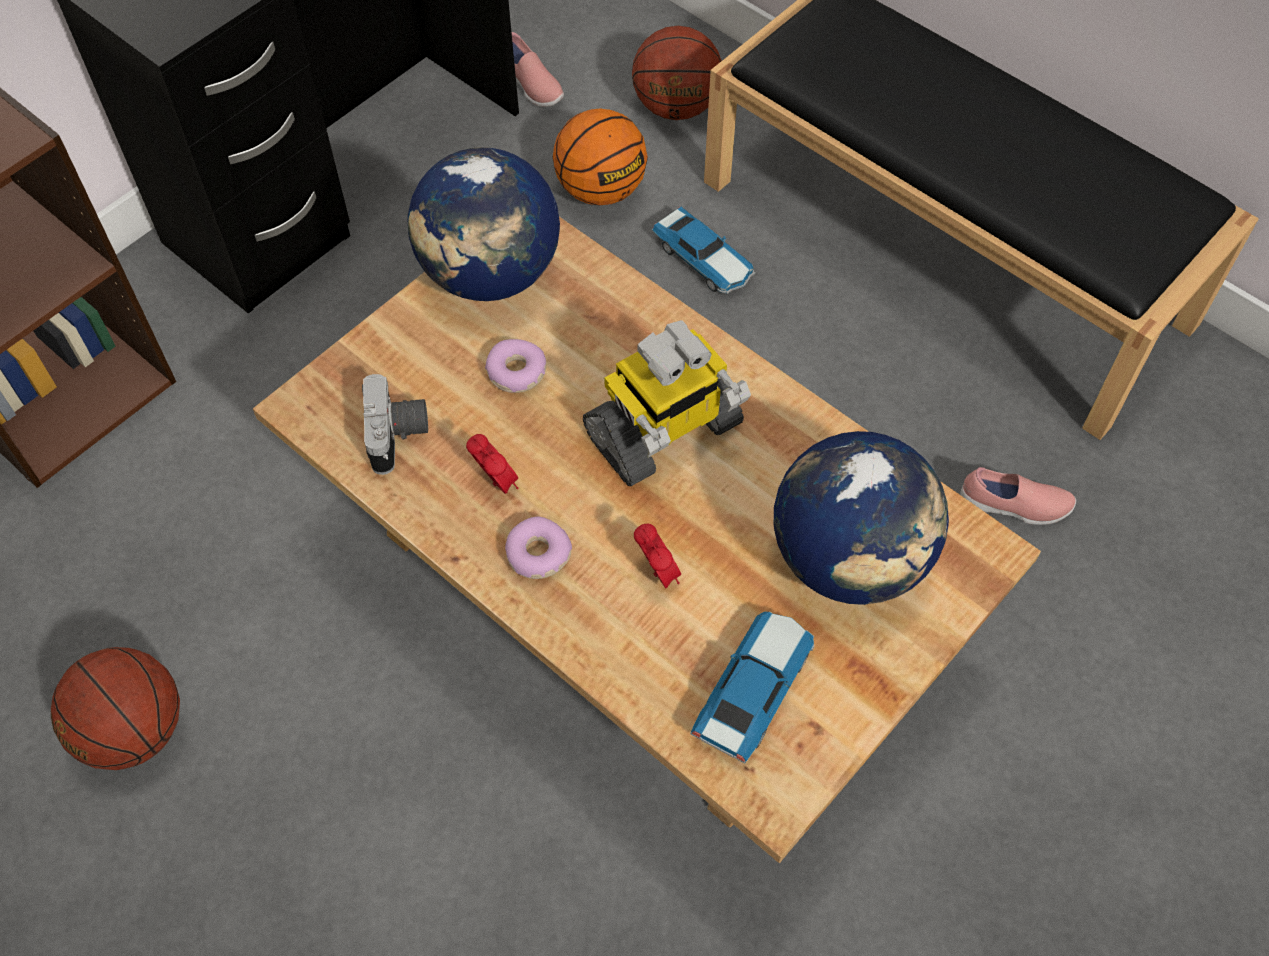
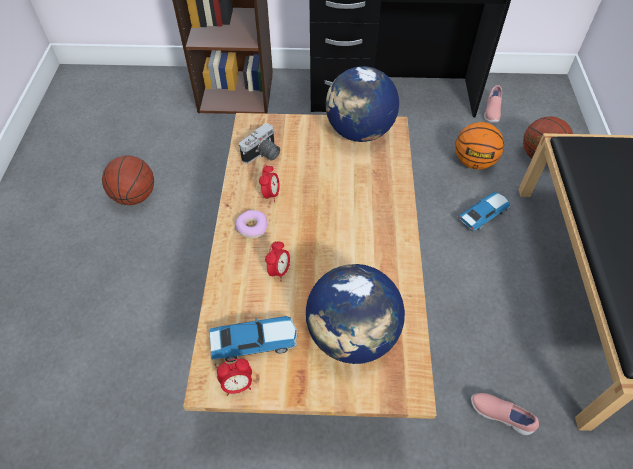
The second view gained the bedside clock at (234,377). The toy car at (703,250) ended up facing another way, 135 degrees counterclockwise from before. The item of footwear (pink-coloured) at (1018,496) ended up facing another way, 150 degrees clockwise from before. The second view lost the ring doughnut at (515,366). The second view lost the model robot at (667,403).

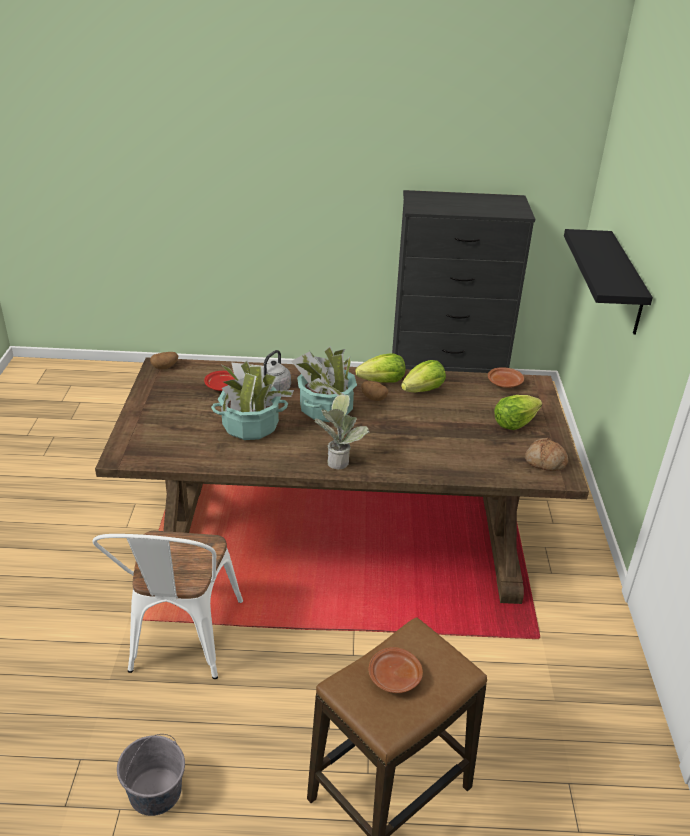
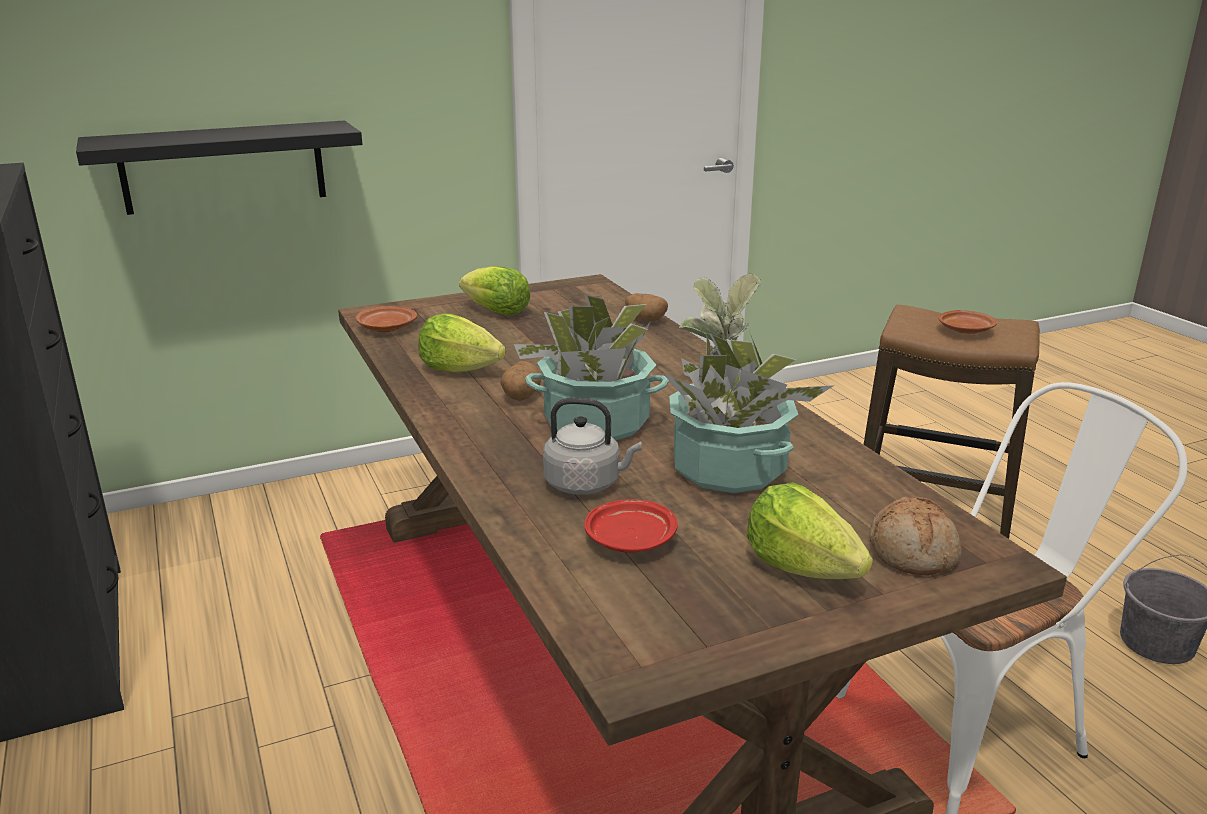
The spud ended up elsewhere, having gone from (164,360) to (646,307). The head of lettuce ended up elsewhere, having gone from (380,368) to (809,531). The bakery bread ended up elsewhere, having gone from (546,454) to (915,536).

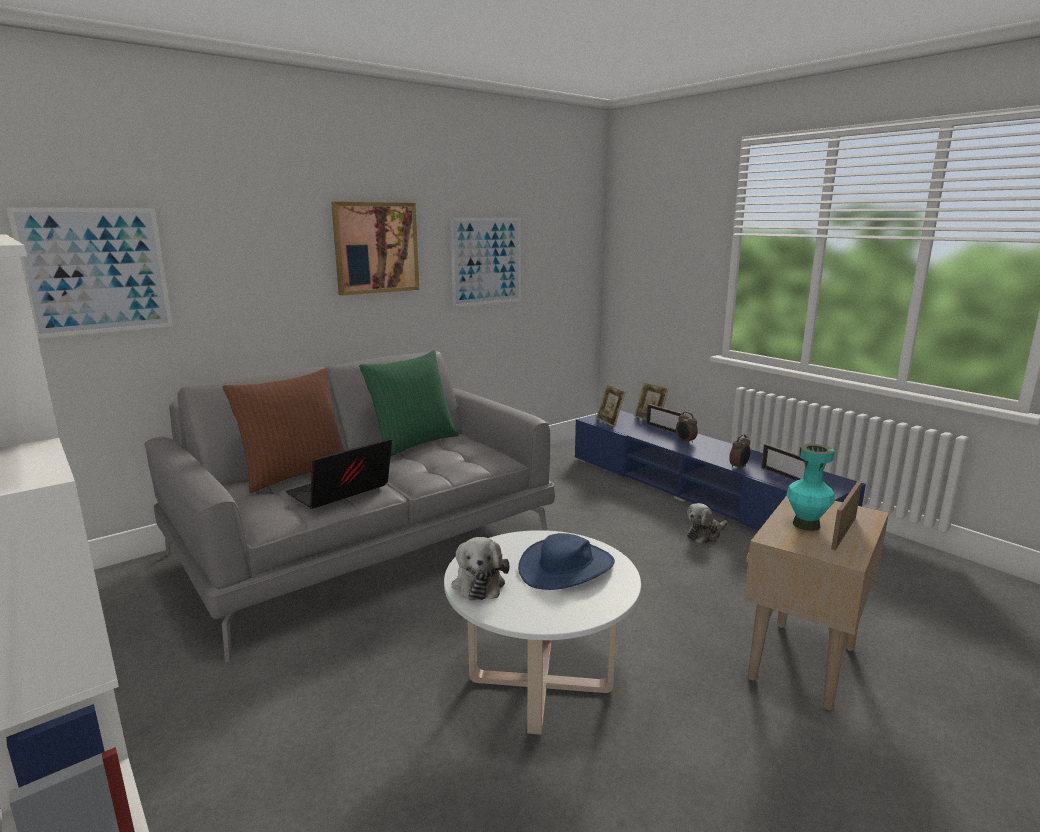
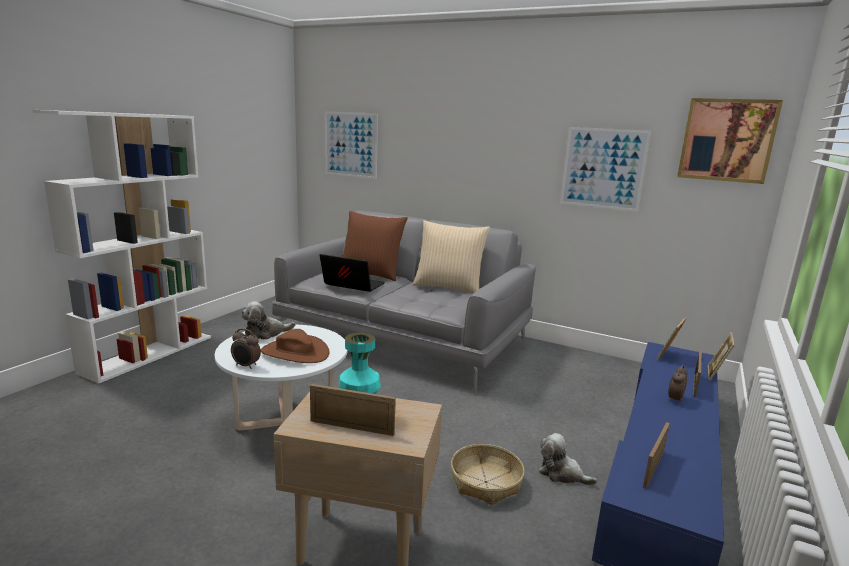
The bedside clock ended up elsewhere, having gone from (739,452) to (246,348). What was the wearable hat (blue) at (566,561) turned into the wearable hat (brownish) at (295,346). What was the cushion (greenish) at (409,403) turned into the cushion (sand-coloured) at (451,256). The second view gained the household basket at (487,474). The wall picture ended up elsewhere, having gone from (375,249) to (730,141).

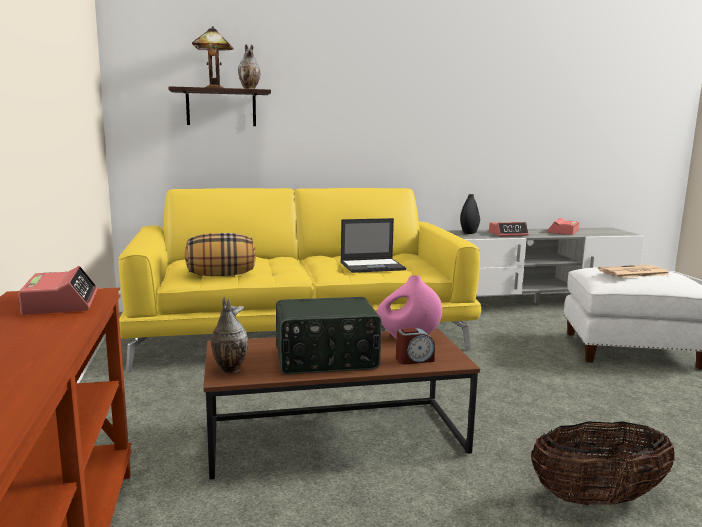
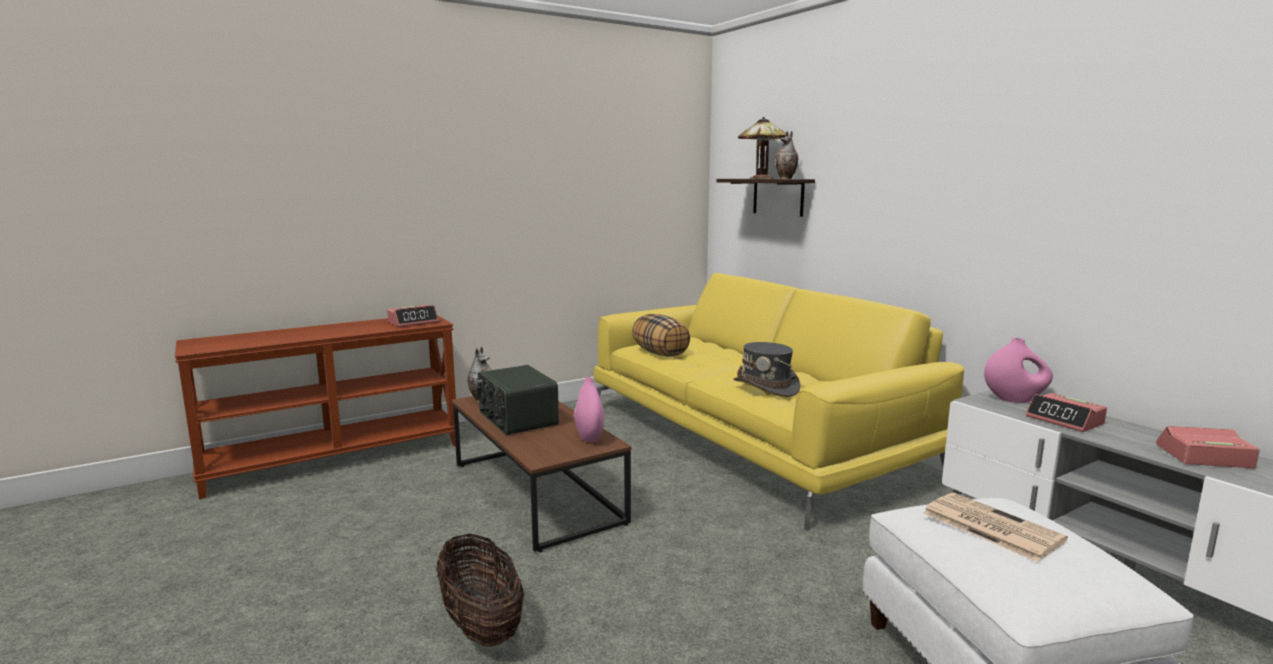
Where the notebook computer stood at (373,245), the wearable hat (gray) came to stand at (767,369). What was the flower vase (black-coloured) at (470,214) turned into the flower vase (pink-coloured) at (1018,370). The second view lost the bedside clock at (415,346).

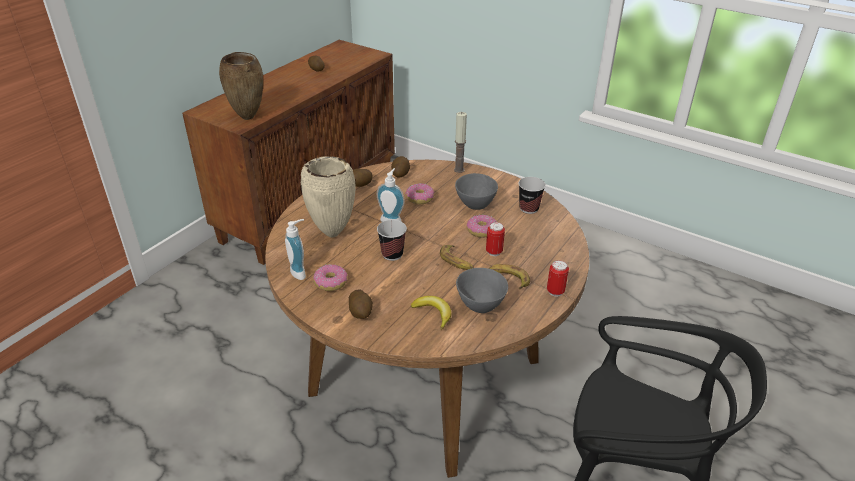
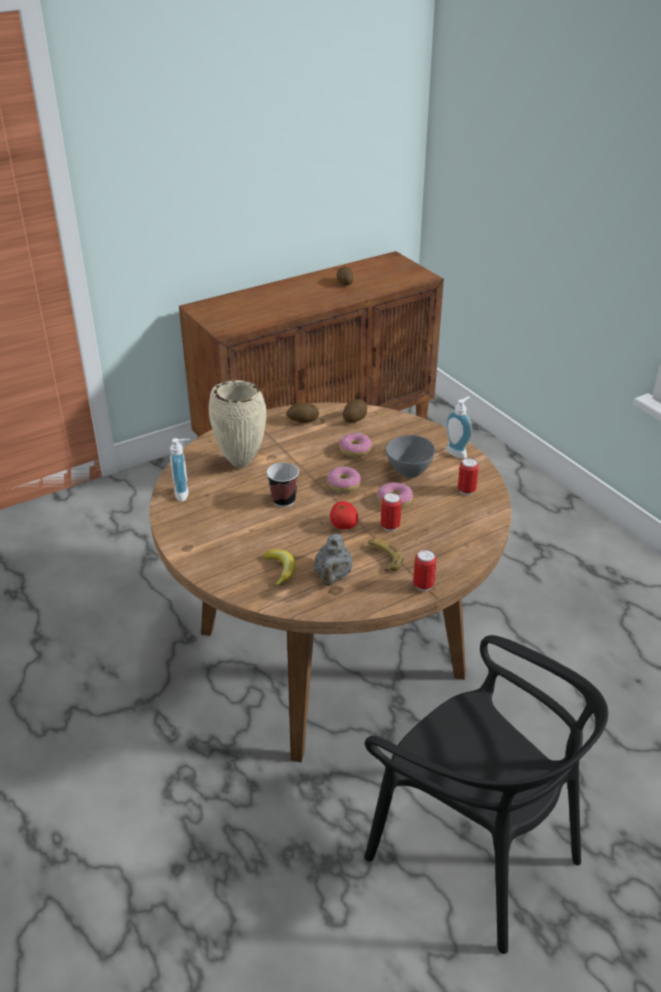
Where the serving bowl (gray) stood at (482,290), the pot for tea (gray) came to stand at (333,559). The ring doughnut ended up elsewhere, having gone from (330,277) to (344,479). Where the whole banana stood at (457,257), the fresh tomato came to stand at (344,515). The liquid soap bottle ended up elsewhere, having gone from (391,195) to (459,427). Where the cup stood at (532,195), the can came to stand at (468,476). The second view lost the flower vase (brownish) at (241,86). The second view lost the spud at (361,304). The second view lost the wax light at (460,142).

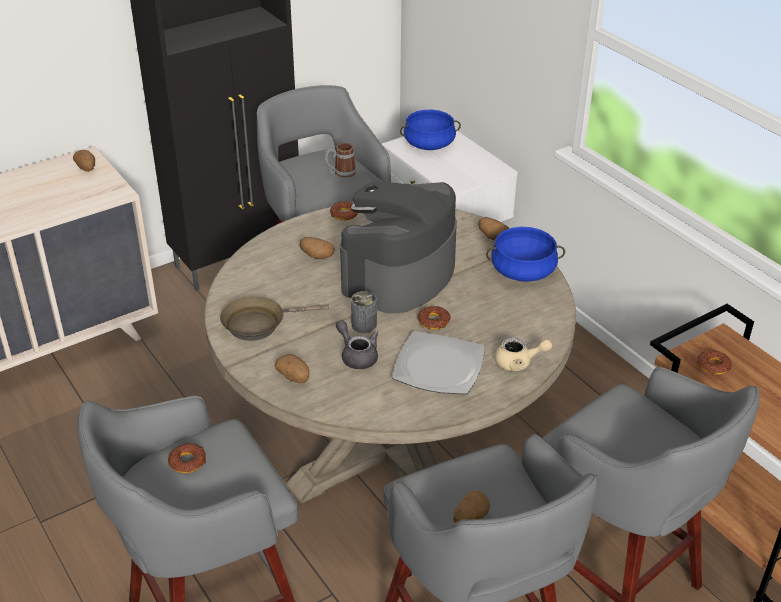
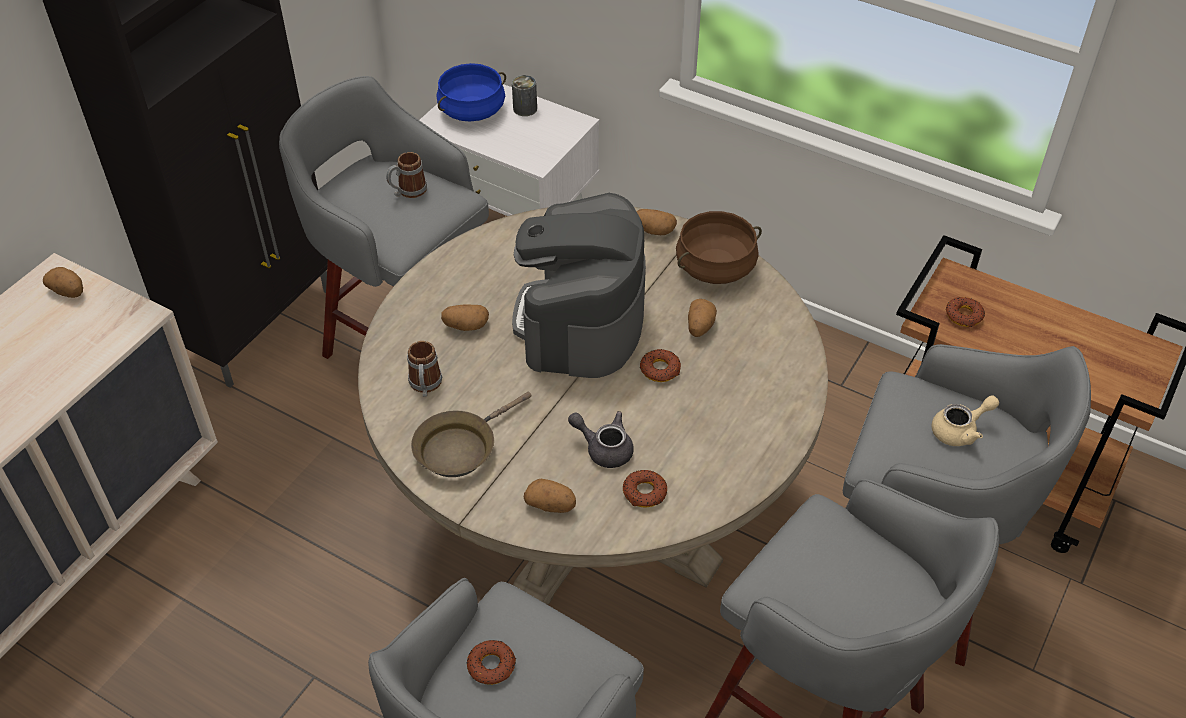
The second view gained the mug at (424,369). The can ended up elsewhere, having gone from (364,312) to (524,95). The ring doughnut ended up elsewhere, having gone from (344,210) to (645,488). What was the stockpot (blue) at (525,254) turned into the stockpot (brownish) at (719,247). The spud ended up elsewhere, having gone from (472,506) to (702,318). The pot for tea (sand-coloured) ended up elsewhere, having gone from (523,354) to (965,420). The second view lost the plate at (438,363).

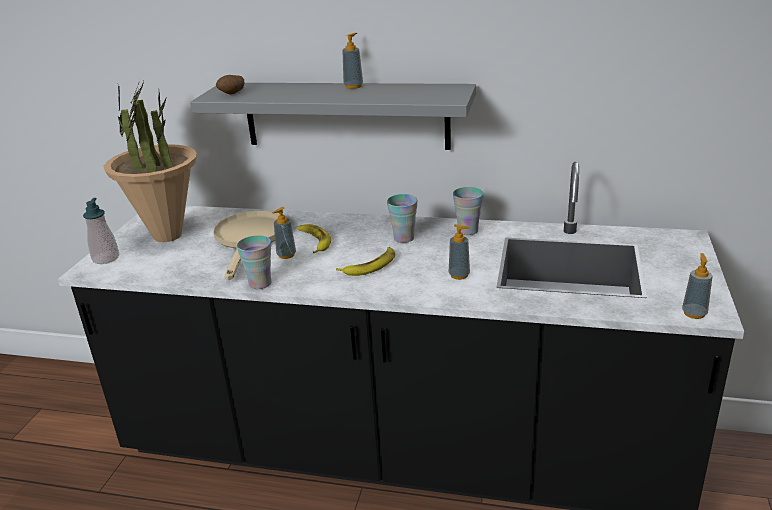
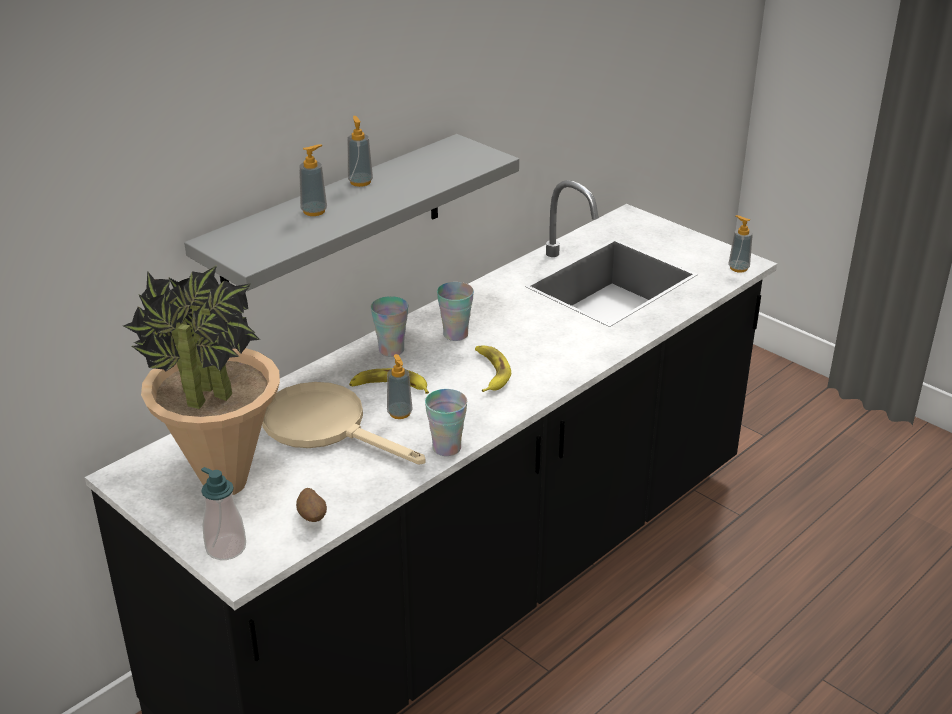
The spud ended up elsewhere, having gone from (230,84) to (311,505). The liquid soap bottle ended up elsewhere, having gone from (459,252) to (313,180). The cup ended up elsewhere, having gone from (468,211) to (389,326).

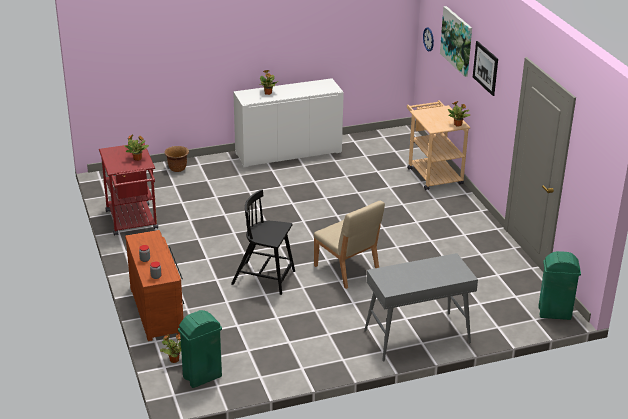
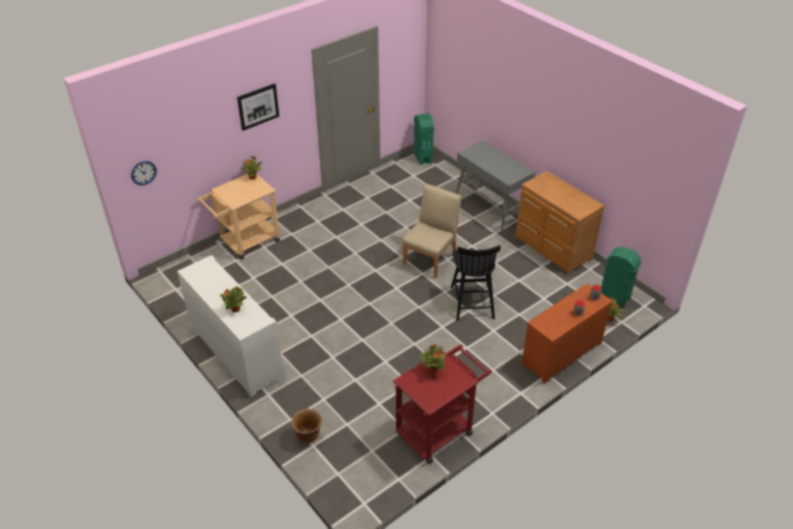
The second view gained the dresser (brownish) at (560,222). The second view lost the wall picture at (456,41).

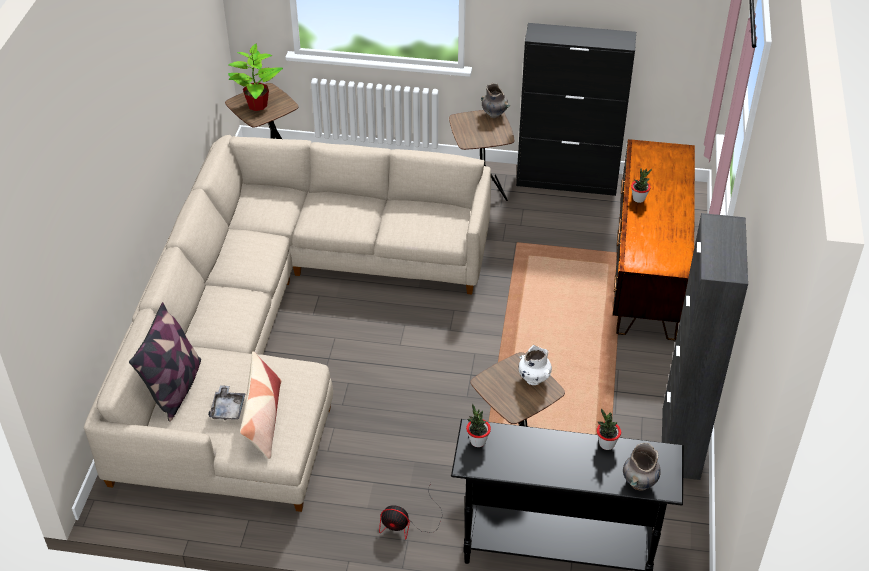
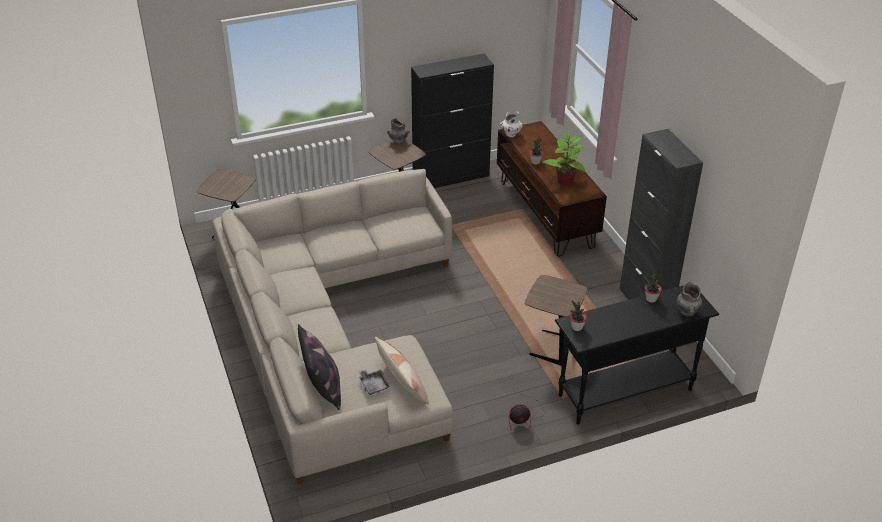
The flower vase (white) ended up elsewhere, having gone from (535,365) to (511,124). The houseplant ended up elsewhere, having gone from (255,77) to (563,158).

